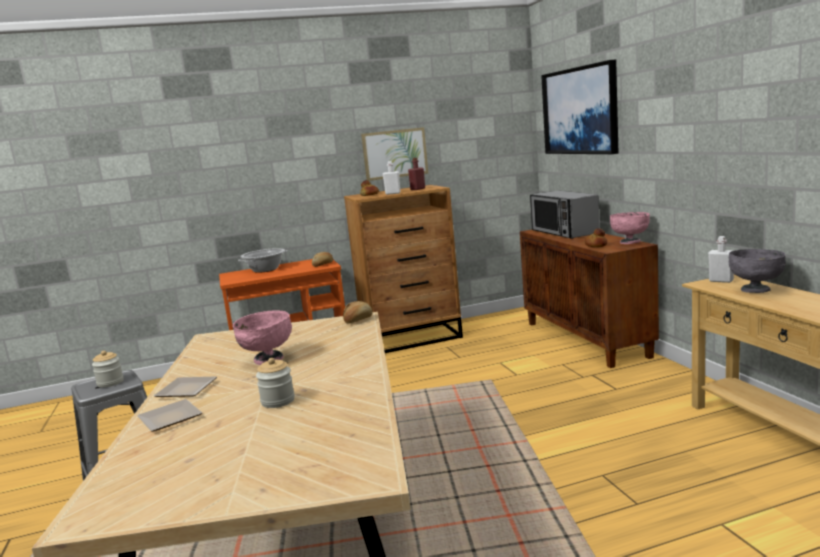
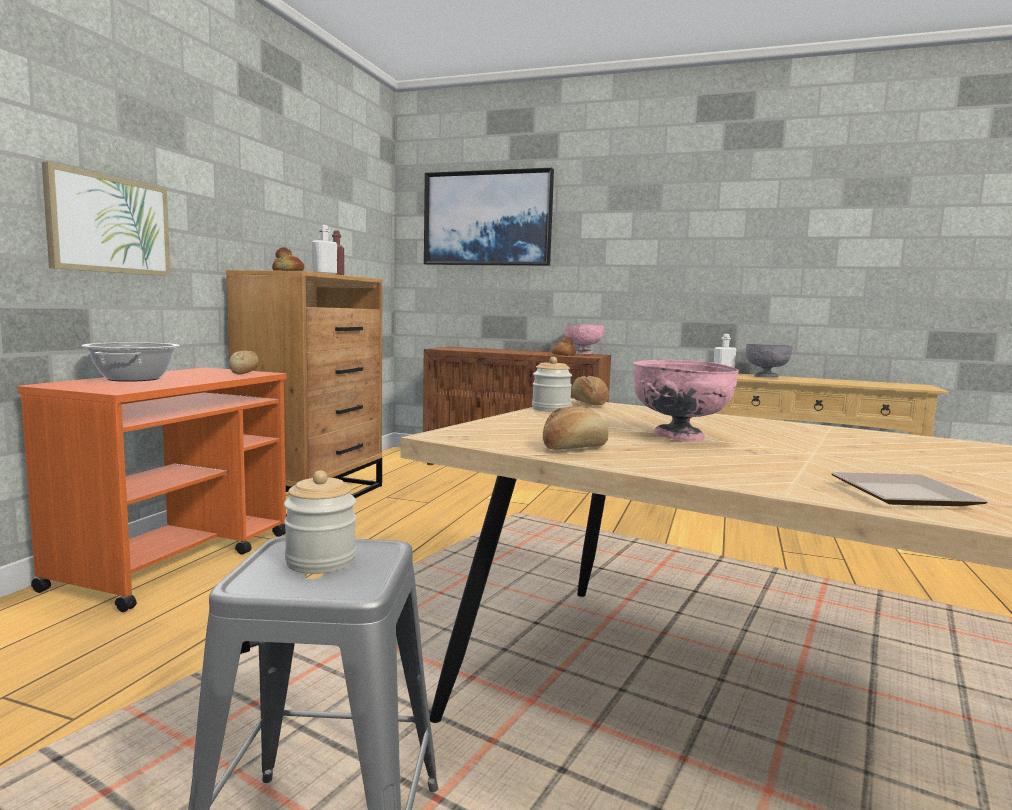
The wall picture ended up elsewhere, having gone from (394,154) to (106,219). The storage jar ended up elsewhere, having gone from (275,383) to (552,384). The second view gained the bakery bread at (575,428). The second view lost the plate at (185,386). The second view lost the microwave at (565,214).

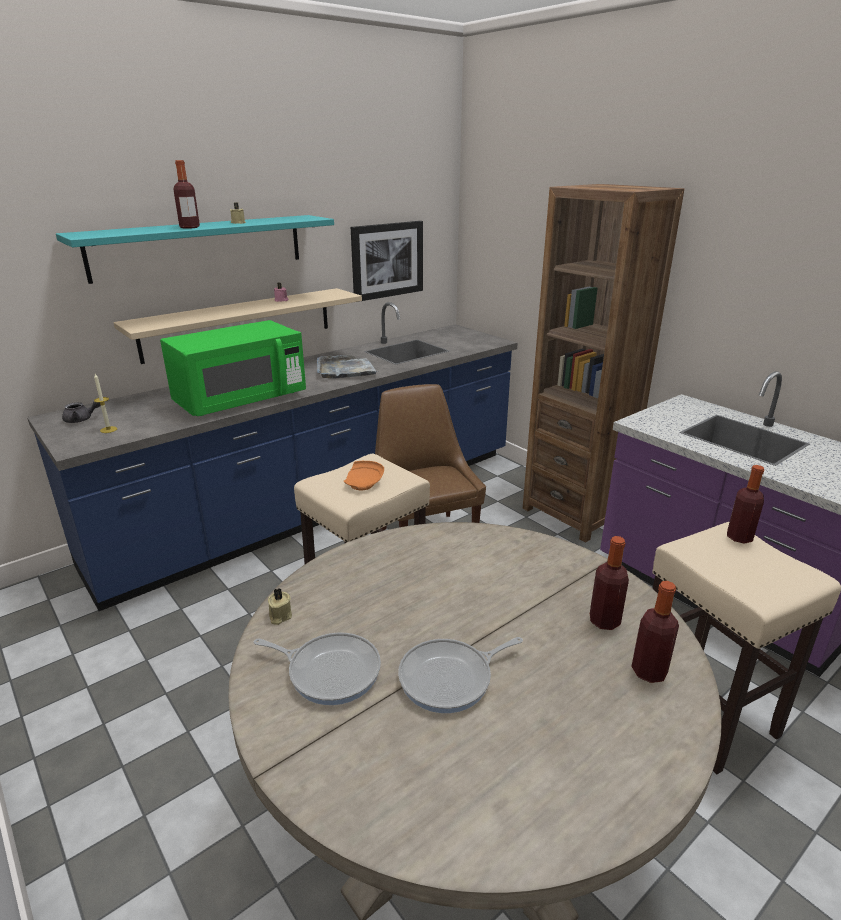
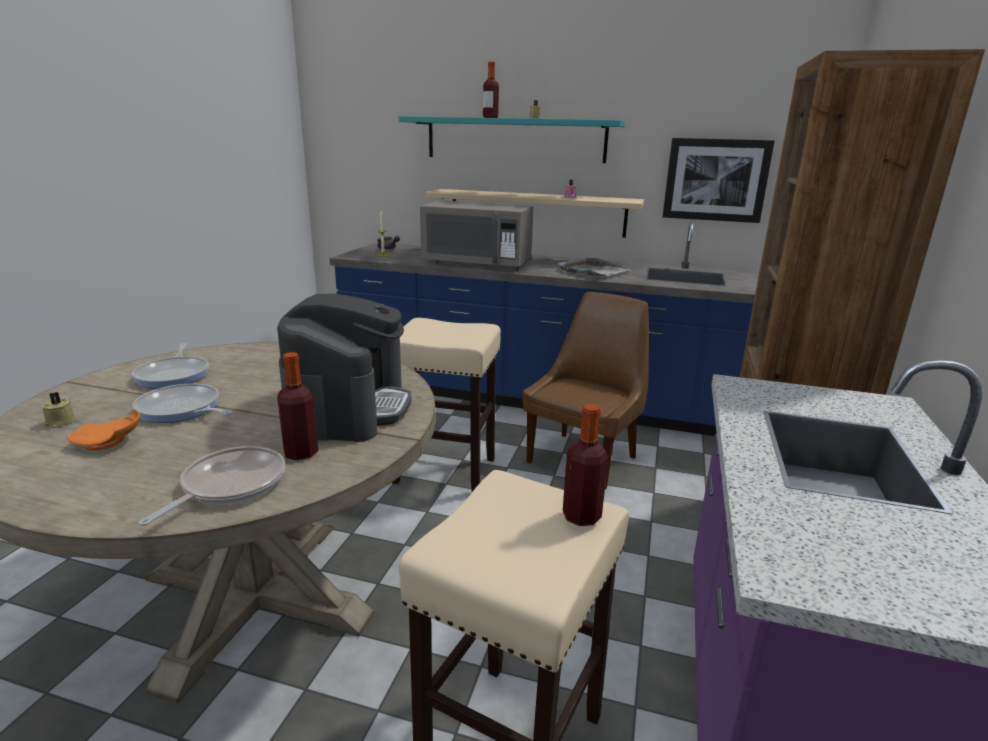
The wax light (sand-coloured) ended up elsewhere, having gone from (280,606) to (59,410). The plate (orange) ended up elsewhere, having gone from (364,475) to (103,430). Where the beverage bottle stood at (655,632), the skillet came to stand at (212,486). The second view gained the coffee brewer at (344,367). What was the microwave (greenish) at (233,368) turned into the microwave (gray) at (477,235).

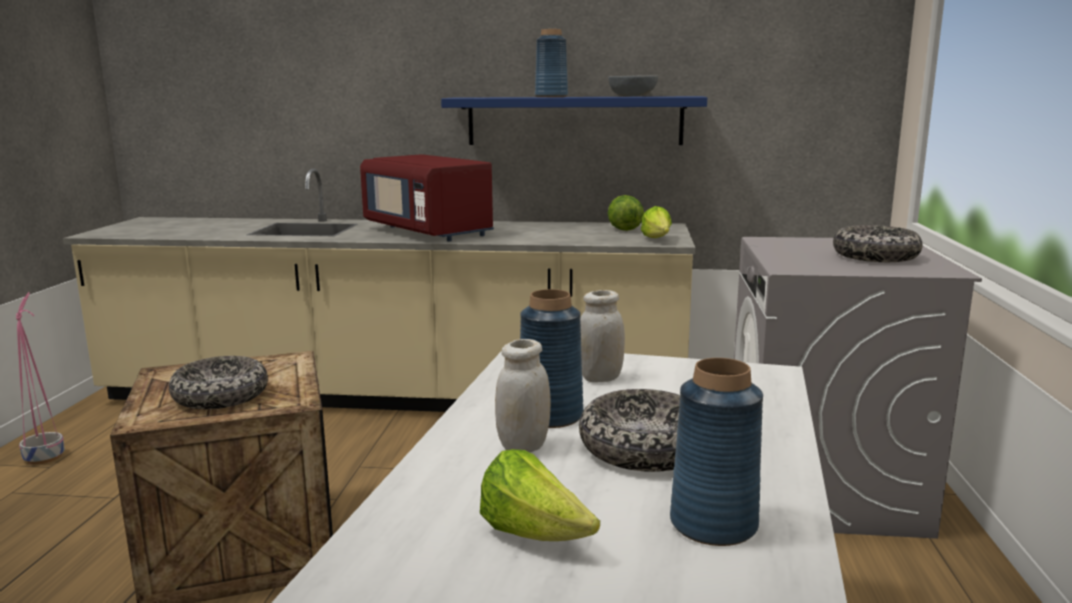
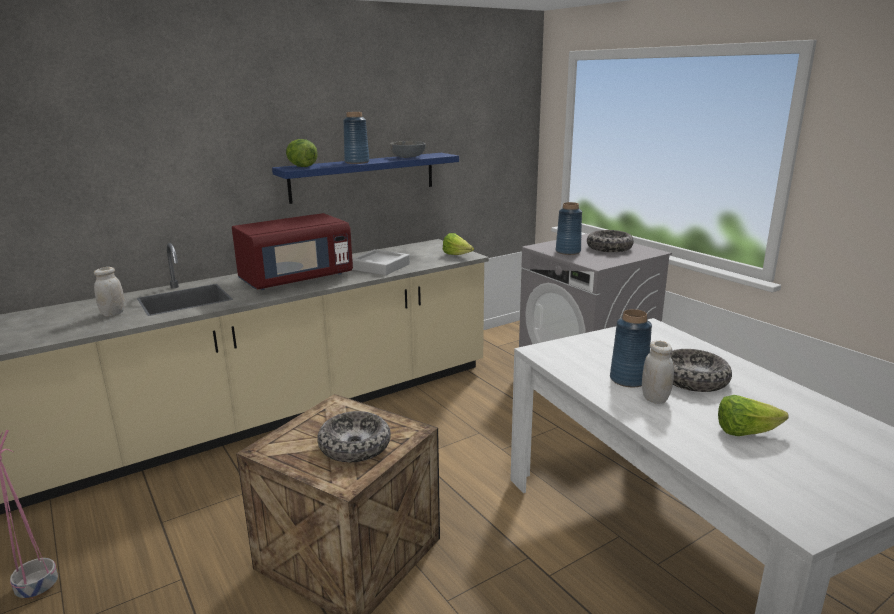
The storage jar (white) ended up elsewhere, having gone from (602,336) to (109,292). The microwave (reddish) at (427,198) ended up facing another way, 45 degrees counterclockwise from before. The head of lettuce ended up elsewhere, having gone from (626,213) to (302,153). The second view gained the carrying tray (gray) at (381,262). The flower vase (blue) ended up elsewhere, having gone from (716,452) to (569,228).

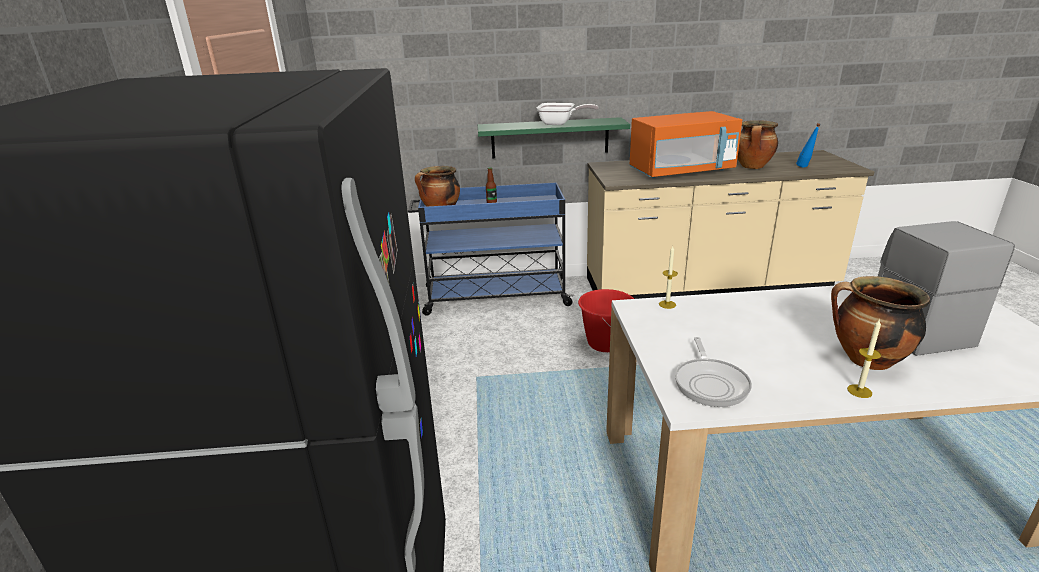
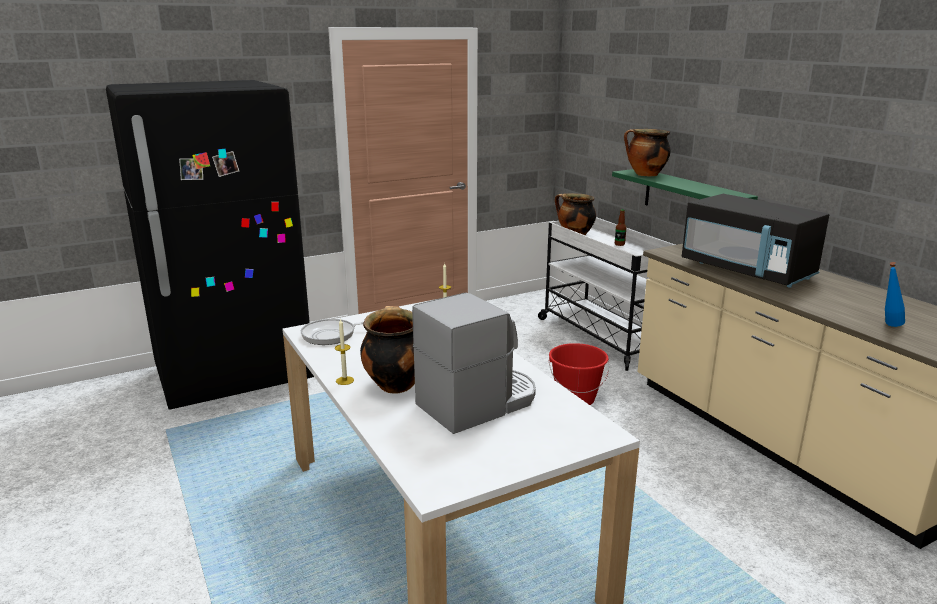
What was the trolley (blue) at (491,249) turned into the trolley (white) at (606,294). The stockpot ended up elsewhere, having gone from (757,144) to (647,152). What was the microwave (orange) at (685,144) turned into the microwave (black-coloured) at (755,241). The second view lost the skillet at (568,114).

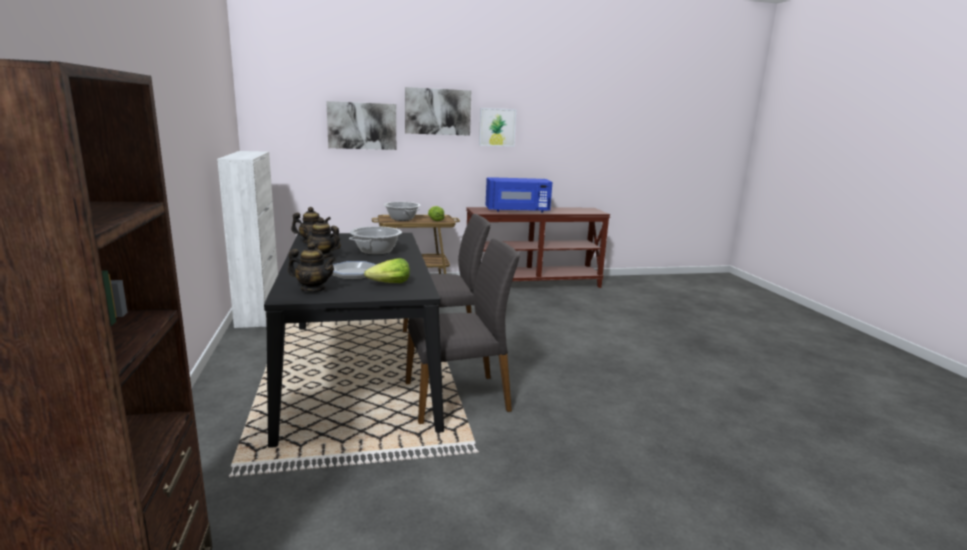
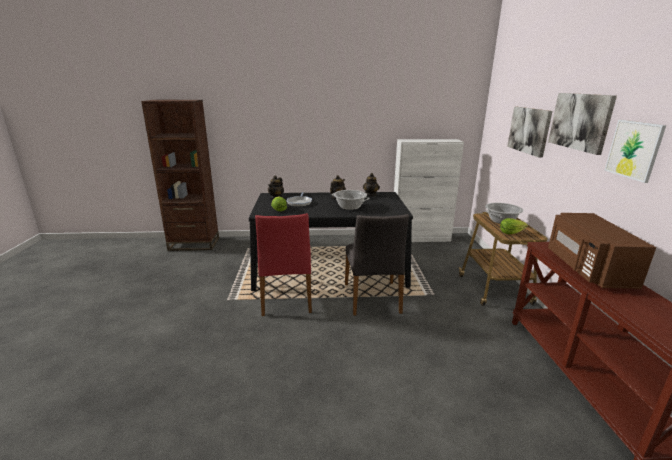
What was the plain chair (gray) at (462,331) turned into the plain chair (reddish) at (283,264). What was the microwave (blue) at (519,195) turned into the microwave (brownish) at (602,251).

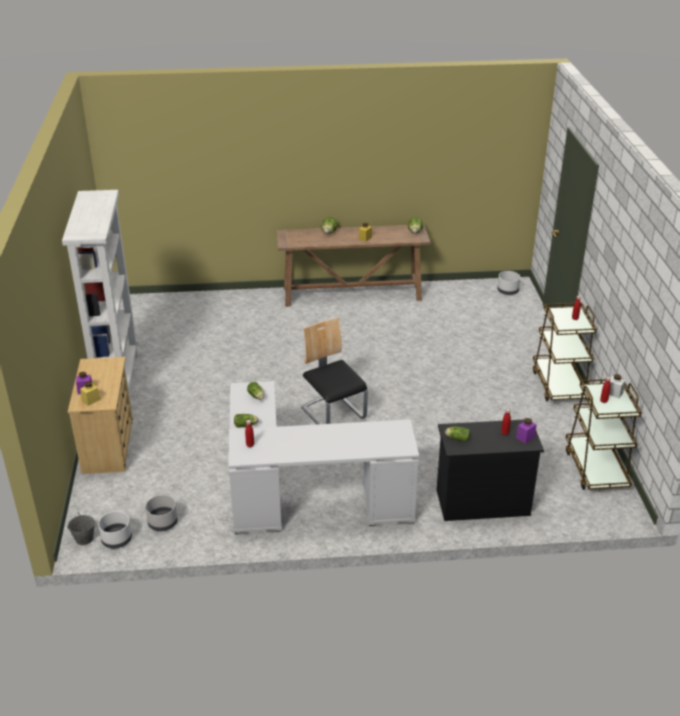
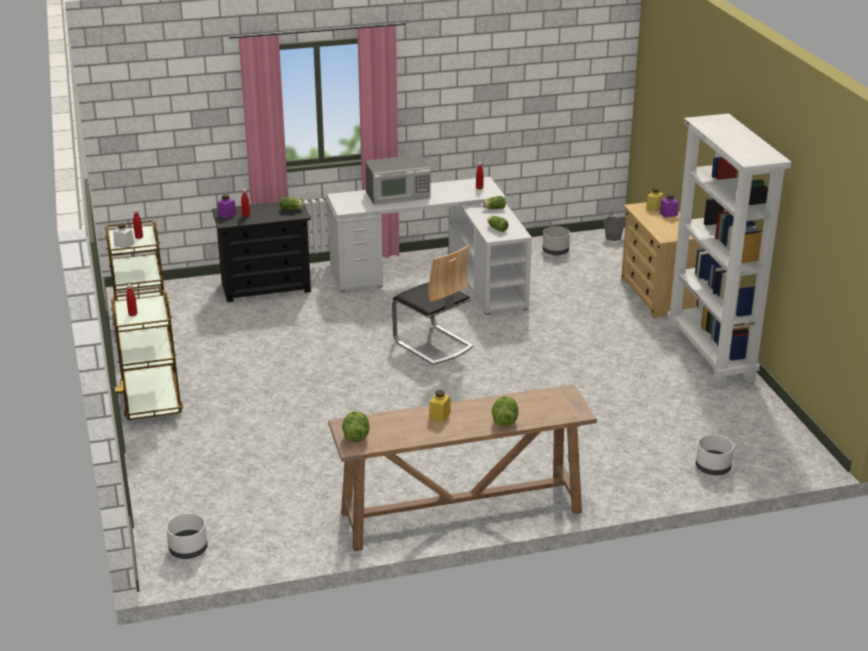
The second view gained the microwave at (398,180). The planter (white) ended up elsewhere, having gone from (115,530) to (715,455).

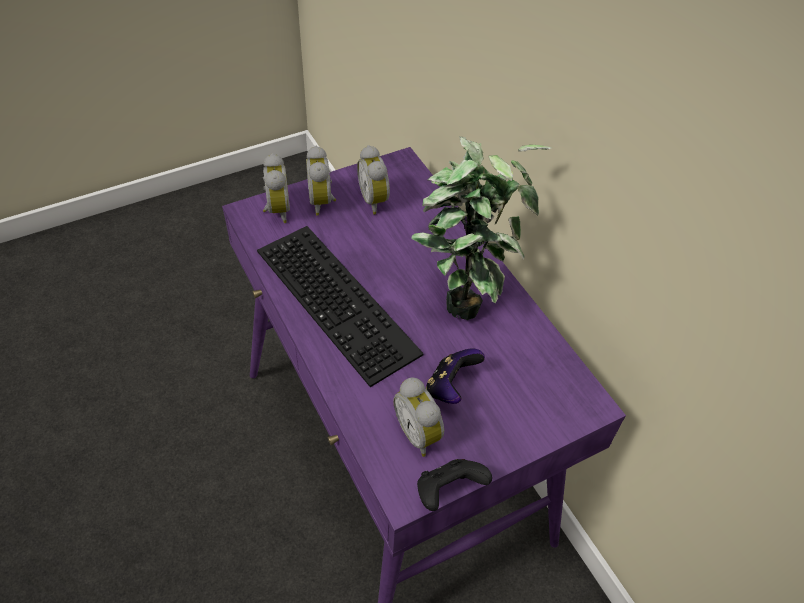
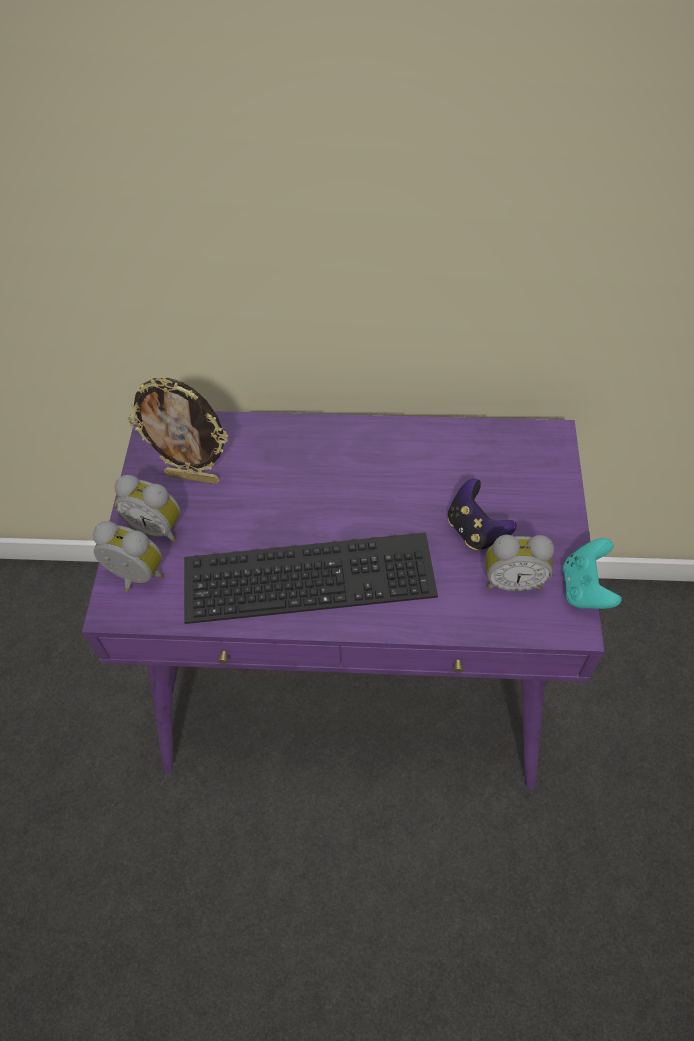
Where the bedside clock stood at (373,180), the photo frame came to stand at (178,431). What was the game controller (black-coloured) at (454,485) turned into the game controller (blue-green) at (592,573). The second view lost the houseplant at (481,228).

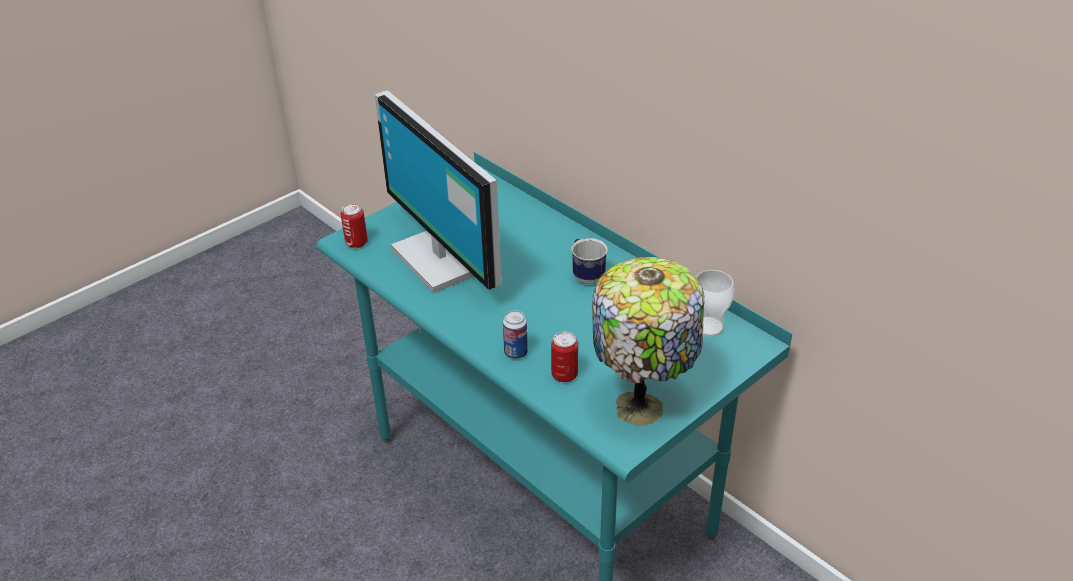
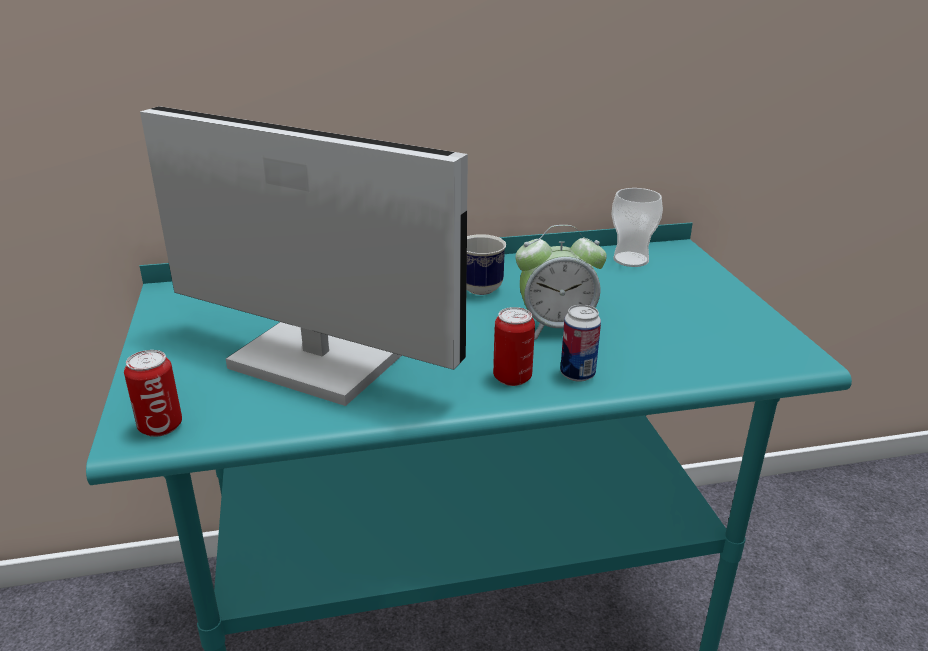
The computer screen at (438,191) ended up facing another way, 150 degrees counterclockwise from before. The can ended up elsewhere, having gone from (564,357) to (514,346). The second view gained the bedside clock at (561,282). The second view lost the tabletop lamp at (648,341).

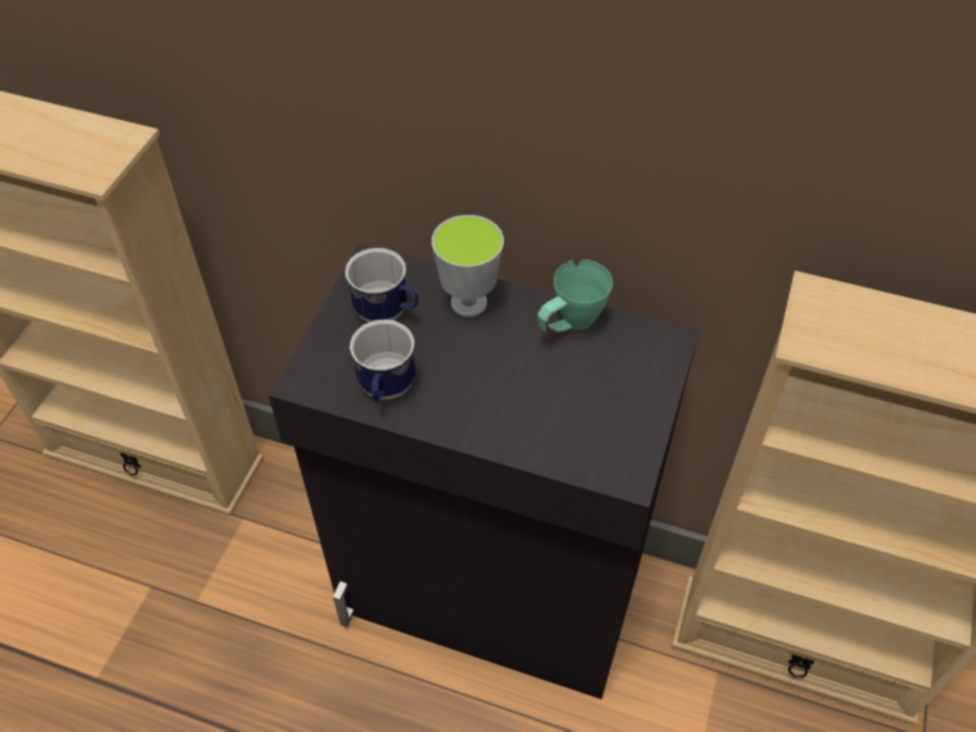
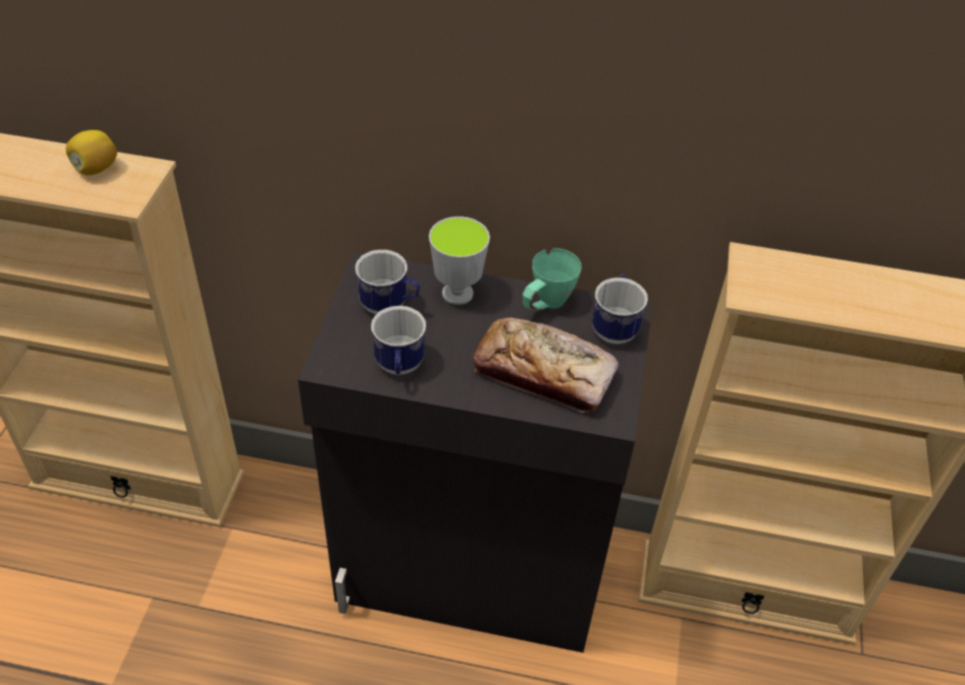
The second view gained the citrus fruit at (91,152). The second view gained the bakery bread at (545,365). The second view gained the mug at (620,309).

